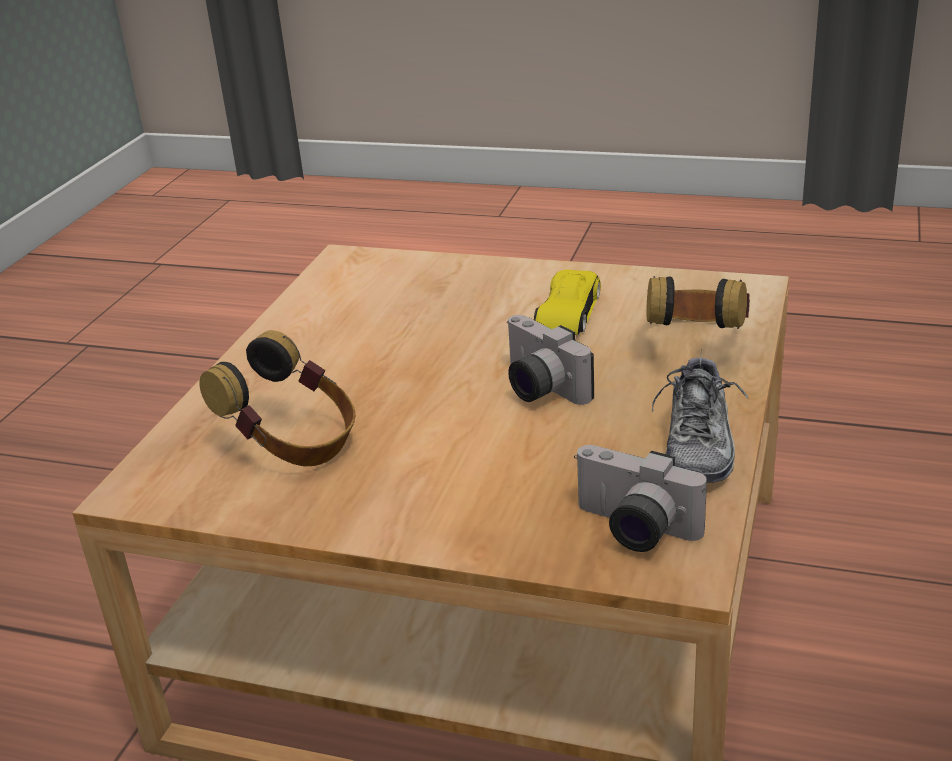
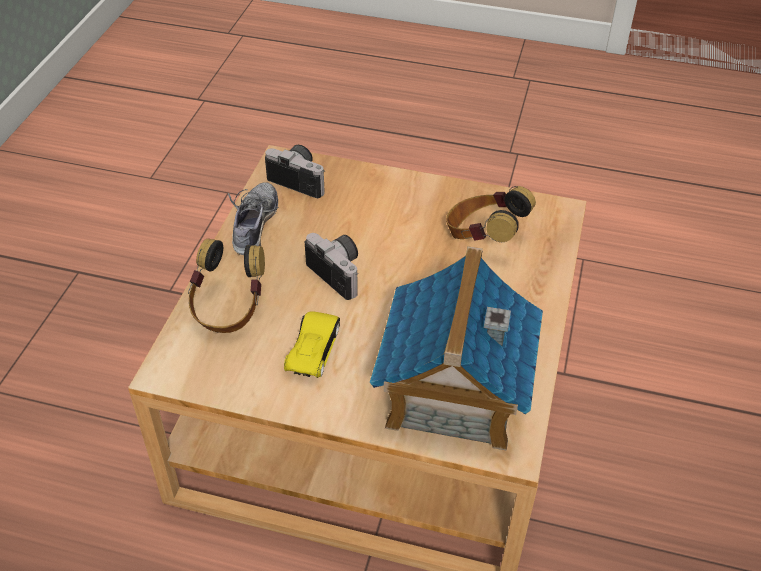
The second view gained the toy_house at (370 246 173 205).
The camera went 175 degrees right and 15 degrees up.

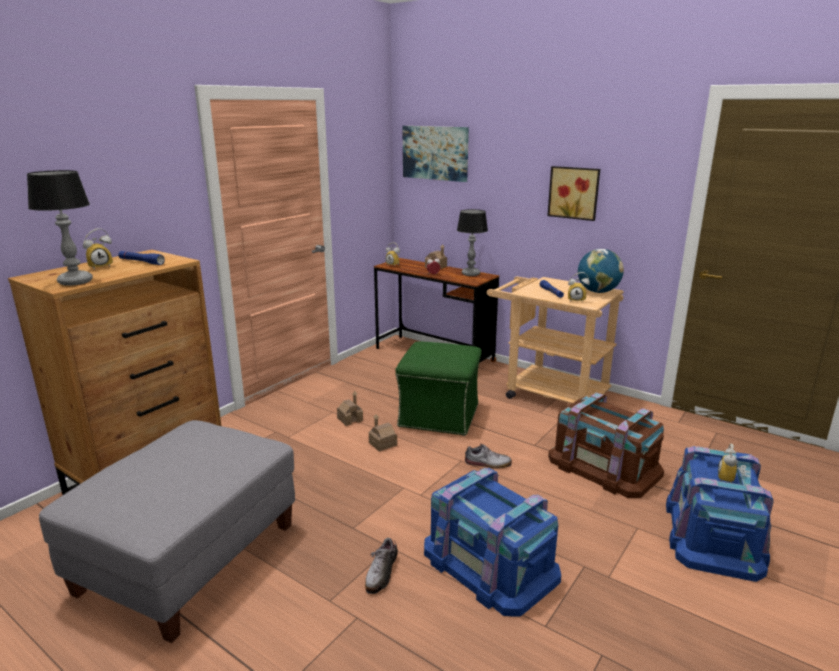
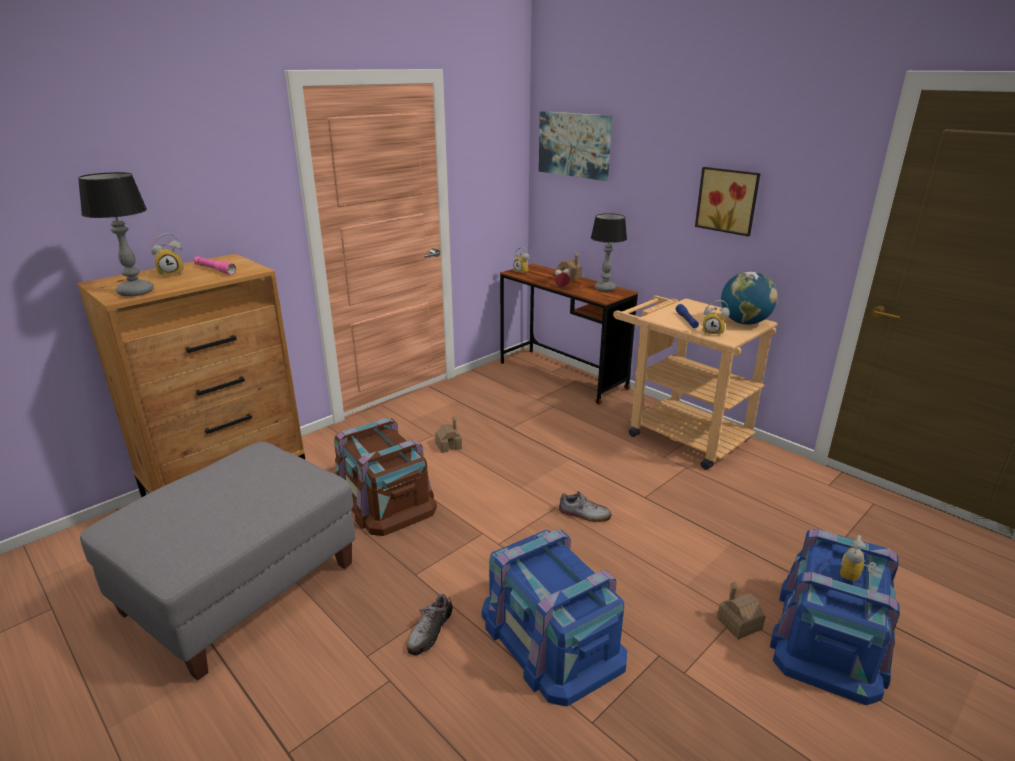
What was the blue-coloured_hand_torch at (118 251 47 14) turned into the pink-coloured_hand_torch at (193 256 43 19).
The second view lost the green_footrest at (395 341 87 95).
The brownish_storage_box ended up elsewhere, having gone from (548 392 116 106) to (334 418 103 118).
The toy_house ended up elsewhere, having gone from (369 414 28 38) to (717 582 49 58).
The camera went 10 degrees right and 5 degrees up.

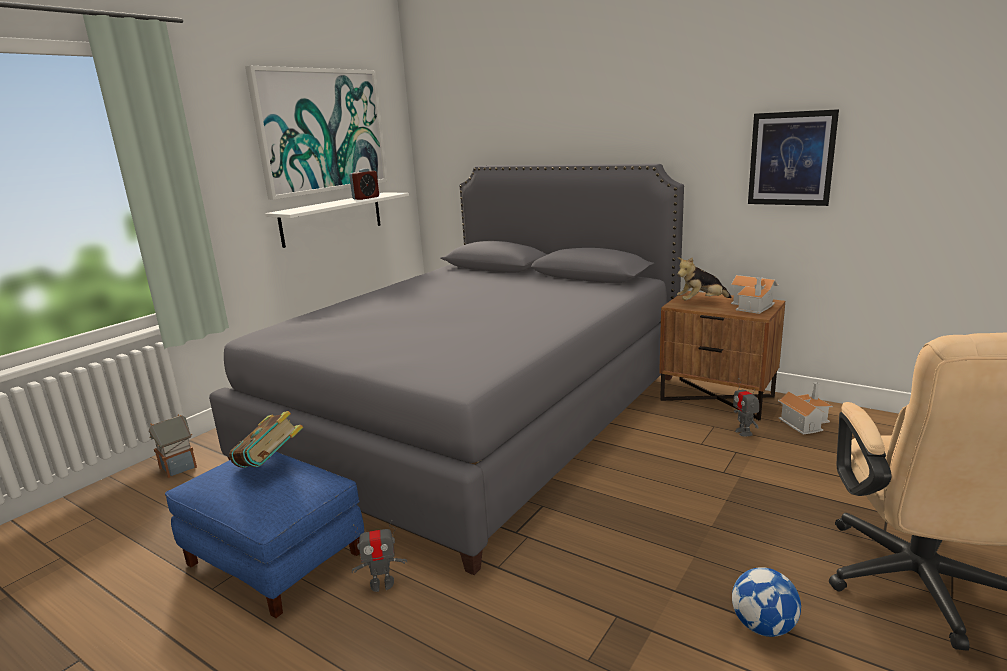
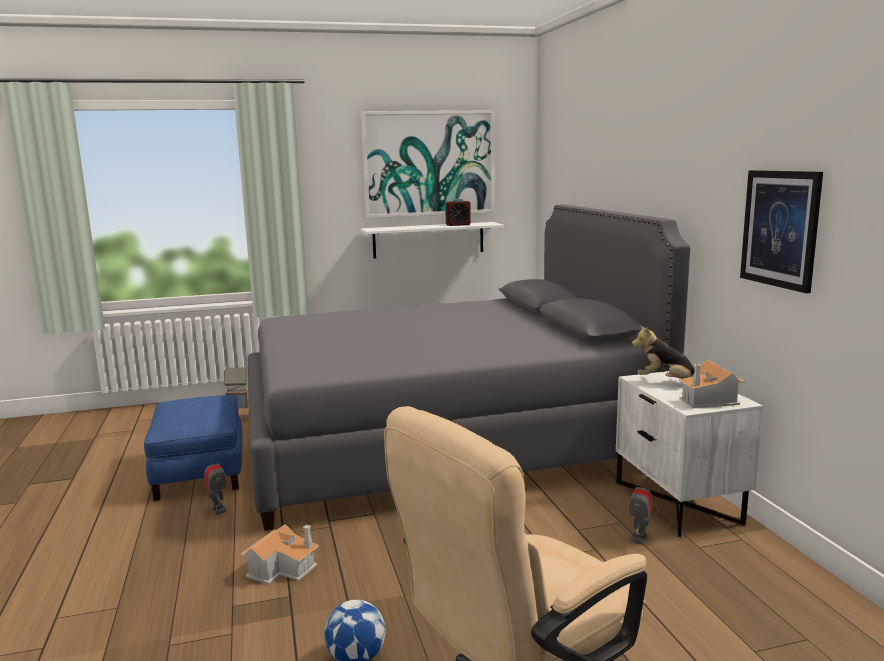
What was the brownish_night_table at (659 291 126 129) turned into the white-coloured_night_table at (616 371 147 166).
The toy_house ended up elsewhere, having gone from (778 382 55 53) to (240 524 79 60).
The second view lost the bound_book at (229 411 74 57).
The robot_figure at (352 520 55 72) ended up facing another way, 150 degrees counterclockwise from before.
The camera went 40 degrees right and 5 degrees down.

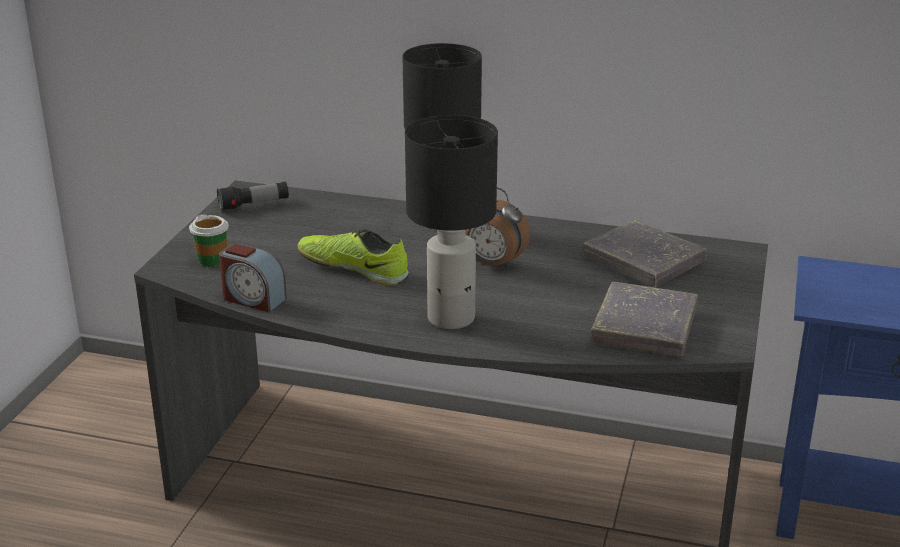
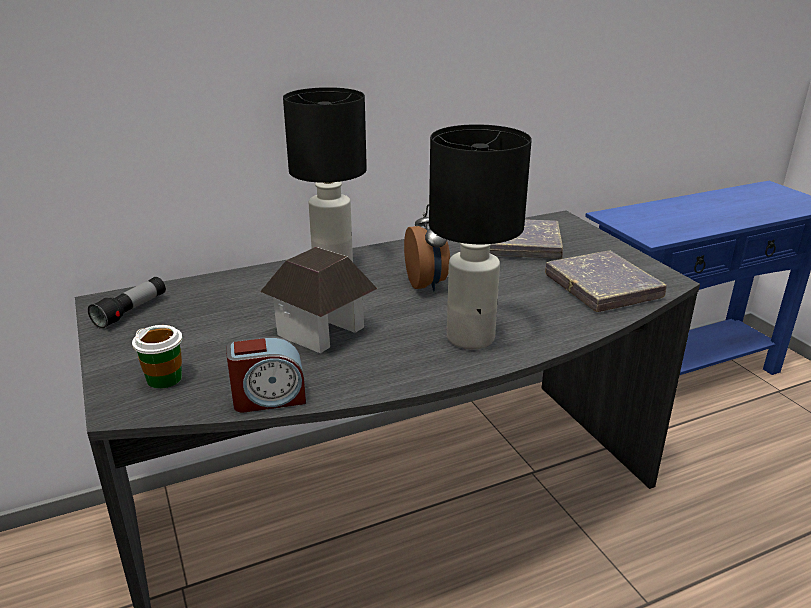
The alarm_clock at (465 187 65 82) ended up facing another way, 90 degrees counterclockwise from before.
Where the shoe stood at (297 229 112 57), the toy_house came to stand at (260 247 117 106).
The camera went 40 degrees left and 0 degrees up.

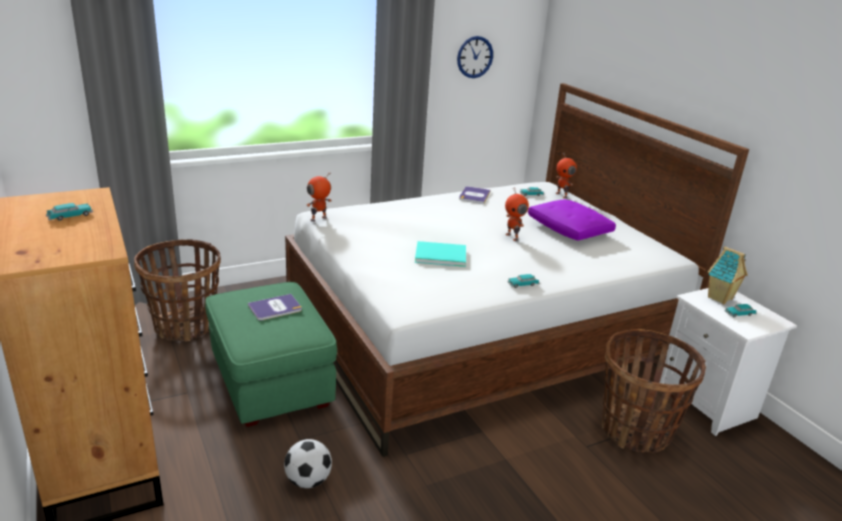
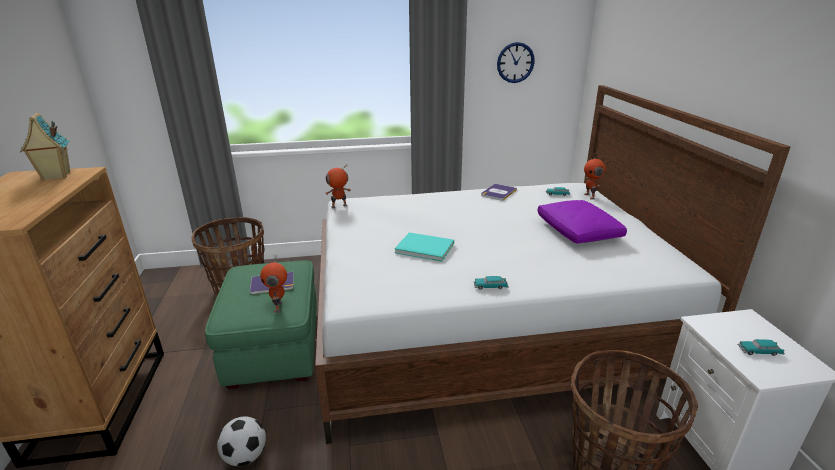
The robot_figure ended up elsewhere, having gone from (505 187 24 54) to (260 254 27 59).
The second view lost the model_car at (46 203 47 18).
The toy_house ended up elsewhere, having gone from (708 246 40 58) to (20 112 50 69).
The camera went 20 degrees right and 0 degrees up.

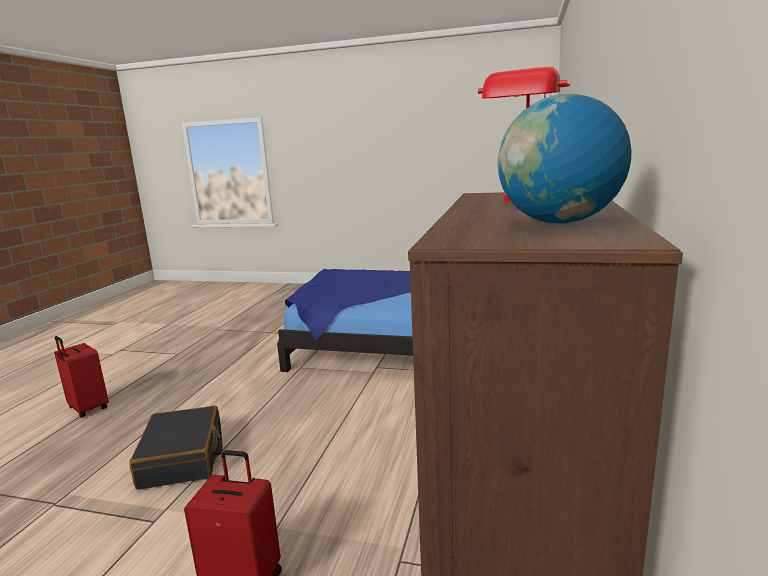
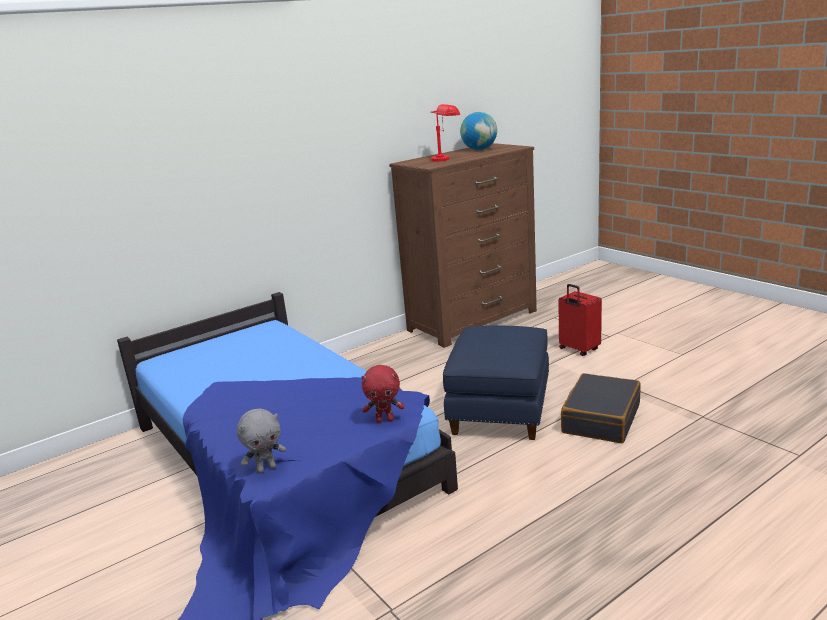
The second view lost the red_travel_case at (54 336 55 82).
The second view gained the blue-coloured_footrest at (443 325 106 115).
The second view gained the red_plush_toy at (362 365 42 58).
The second view gained the greyish_plush_toy at (237 408 49 66).
The camera went 140 degrees left and 5 degrees up.

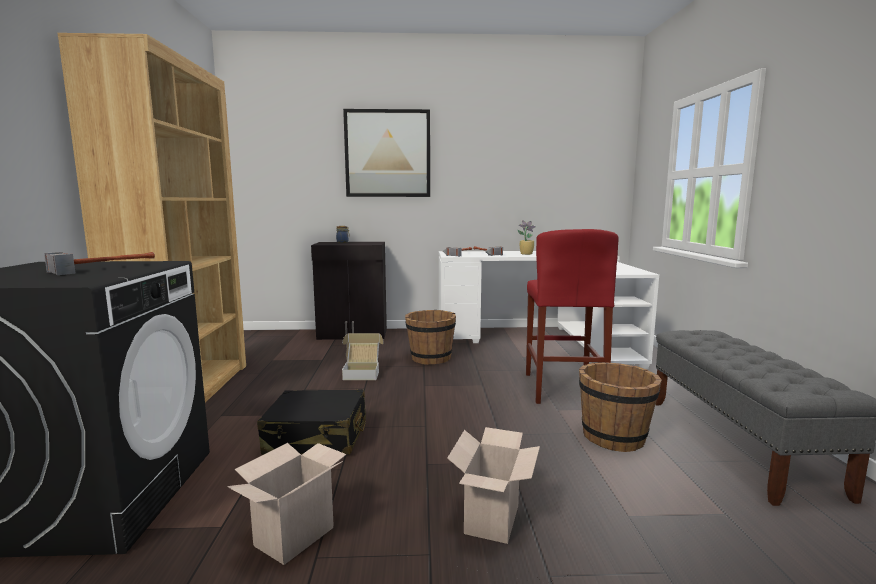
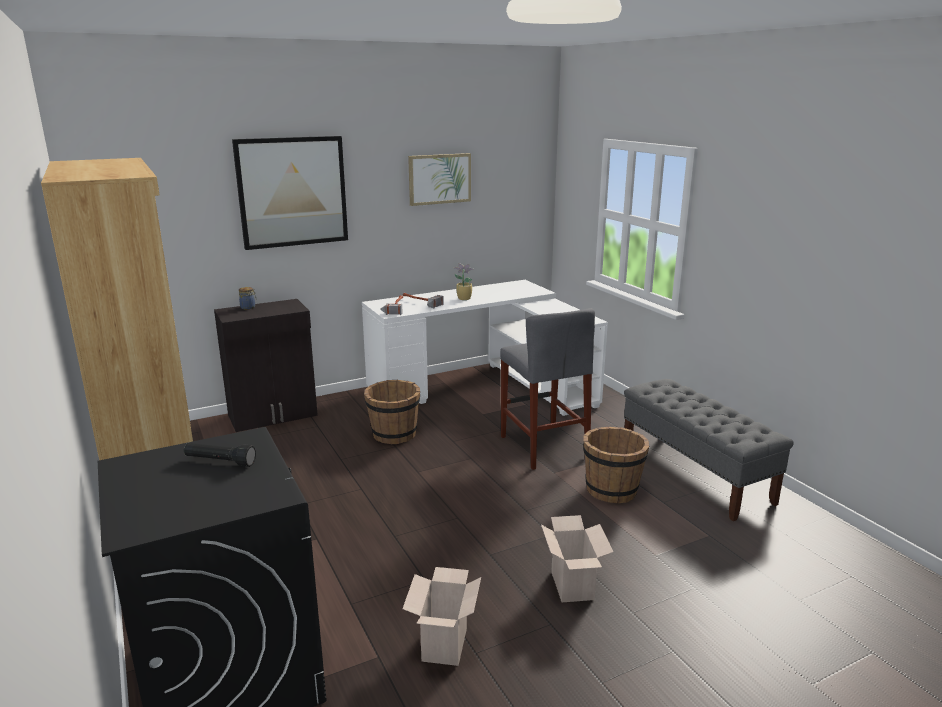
What was the red_stool_seat at (526 229 93 175) turned into the greyish_stool_seat at (500 308 95 162).
Where the hammer stood at (44 252 111 23), the blackish_hand_torch came to stand at (184 443 72 24).
The second view lost the cardboard_box at (342 333 42 47).
The second view lost the blackish_travel_case at (257 389 109 66).
The second view gained the picture at (408 153 63 53).
The camera went 25 degrees left and 10 degrees up.

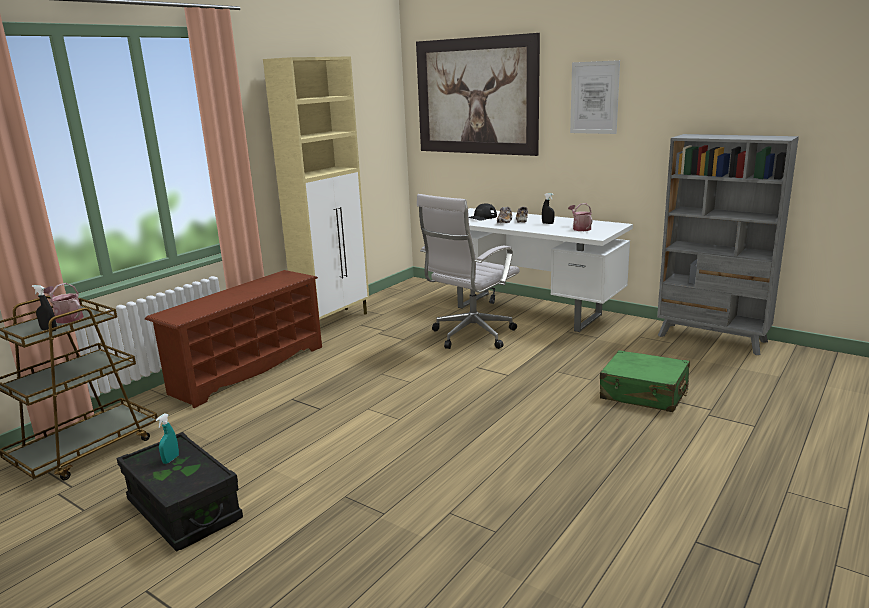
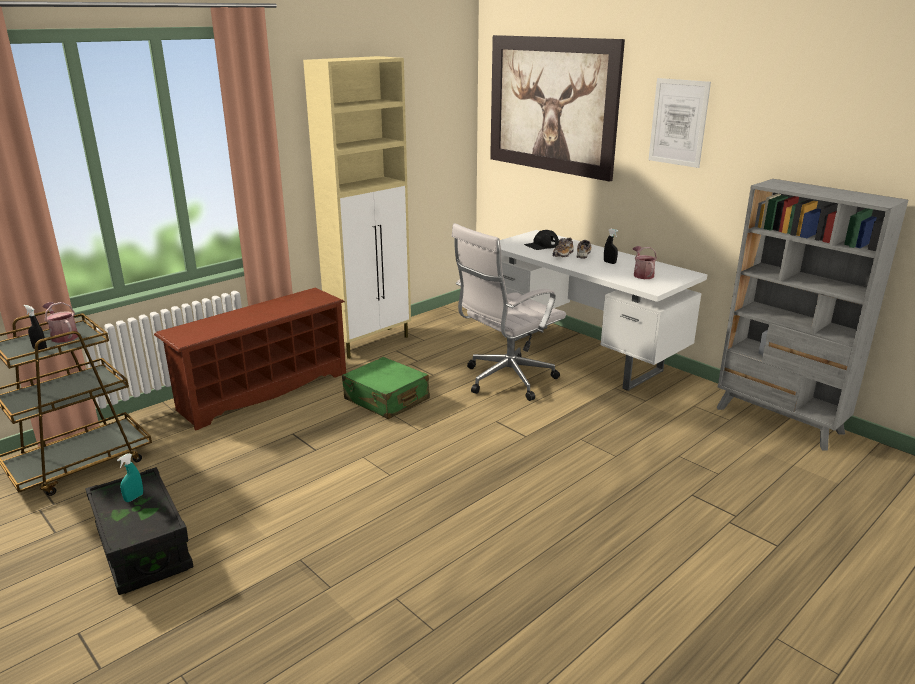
The green_travel_case ended up elsewhere, having gone from (600 350 90 62) to (342 357 88 62).
The camera went 10 degrees right and 5 degrees up.

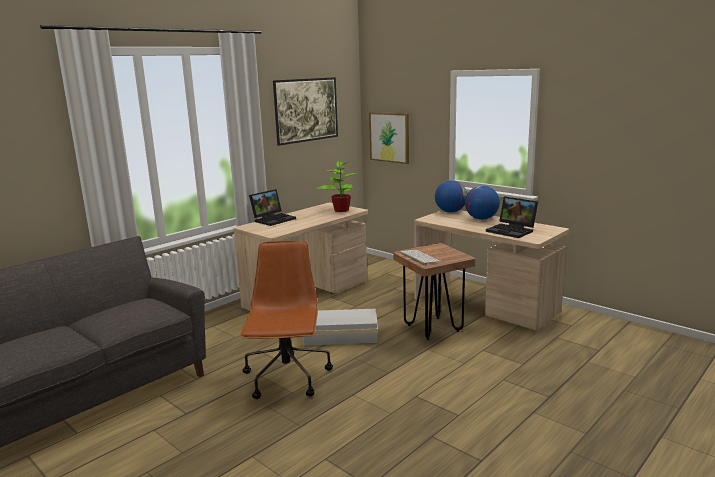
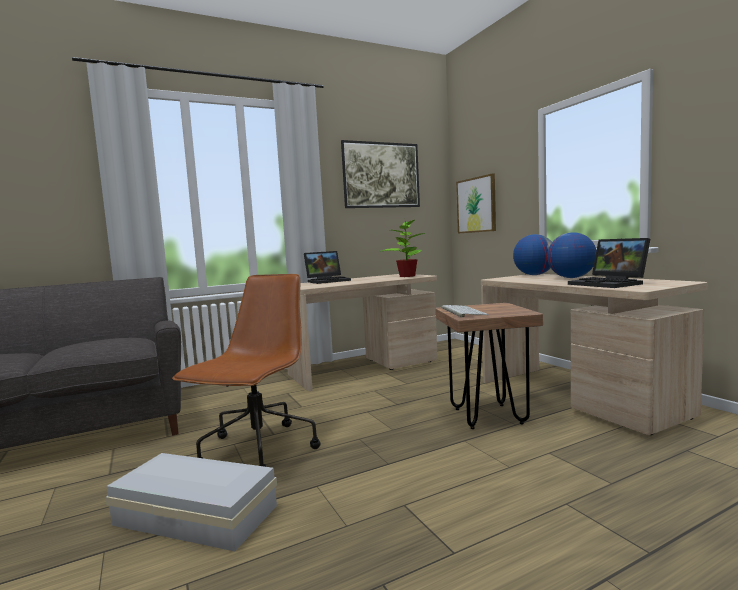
The white-coloured_storage_box ended up elsewhere, having gone from (303 309 75 37) to (106 453 171 98).
The camera went 20 degrees right and 10 degrees down.

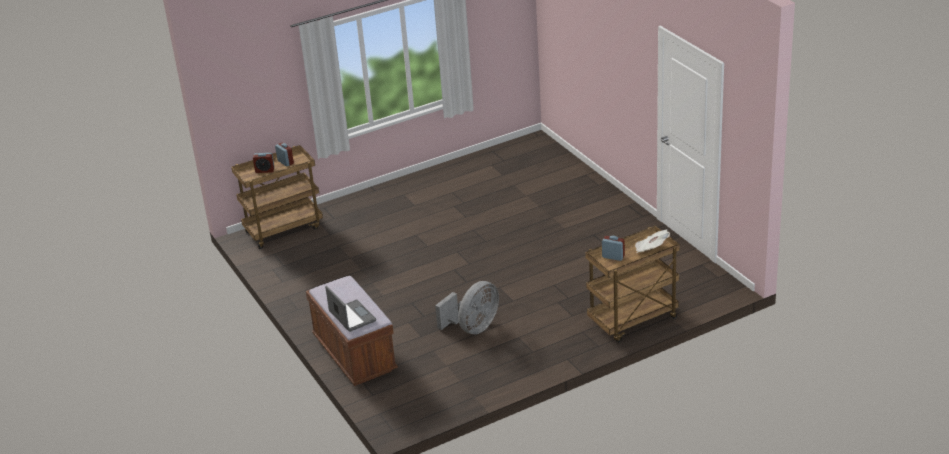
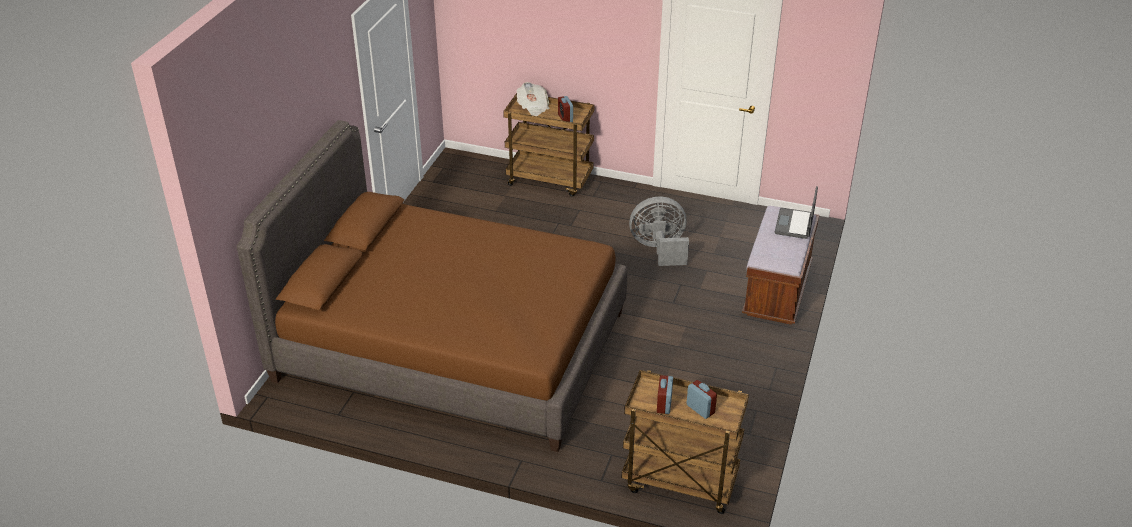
The second view gained the brownish_bed at (237 120 390 332).
The camera went 135 degrees left and 5 degrees up.

